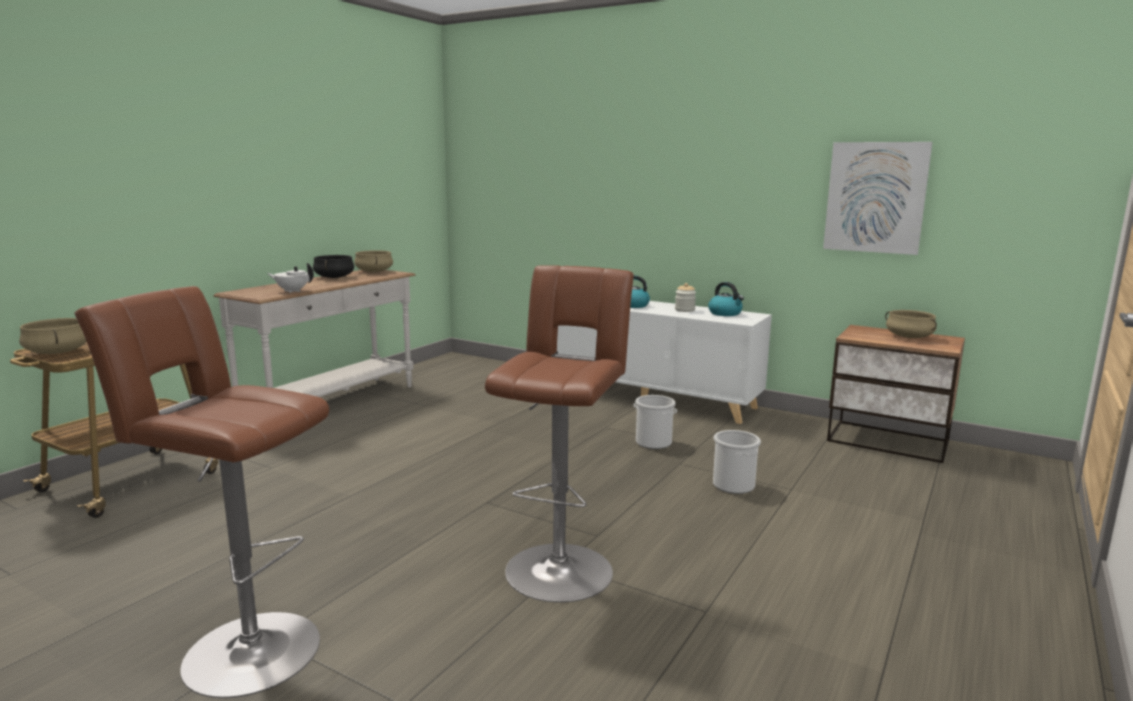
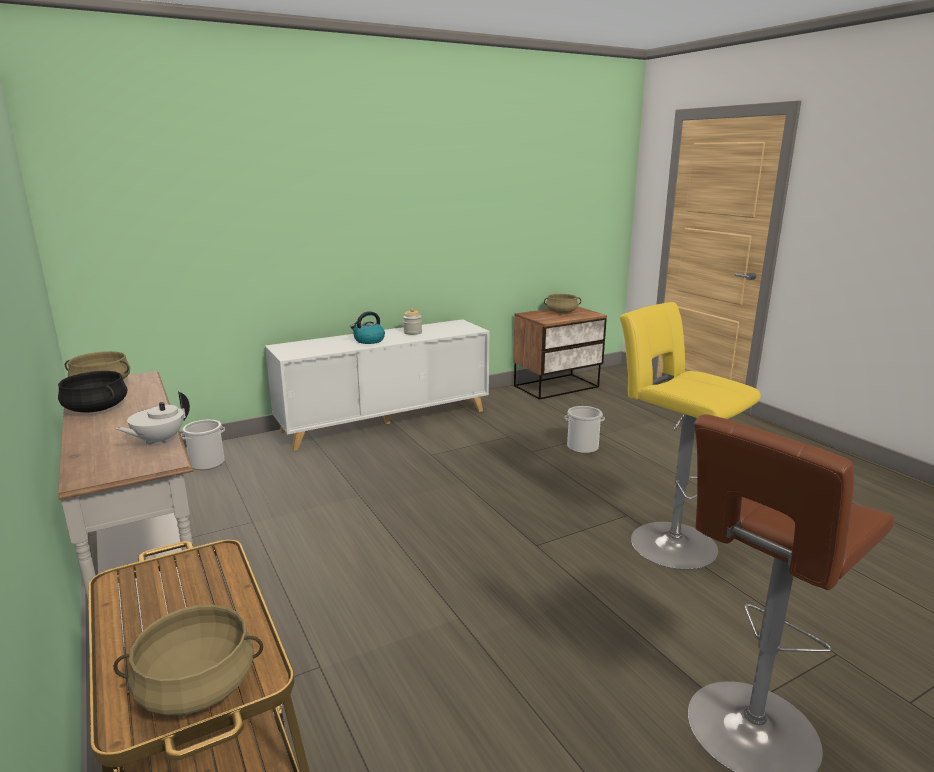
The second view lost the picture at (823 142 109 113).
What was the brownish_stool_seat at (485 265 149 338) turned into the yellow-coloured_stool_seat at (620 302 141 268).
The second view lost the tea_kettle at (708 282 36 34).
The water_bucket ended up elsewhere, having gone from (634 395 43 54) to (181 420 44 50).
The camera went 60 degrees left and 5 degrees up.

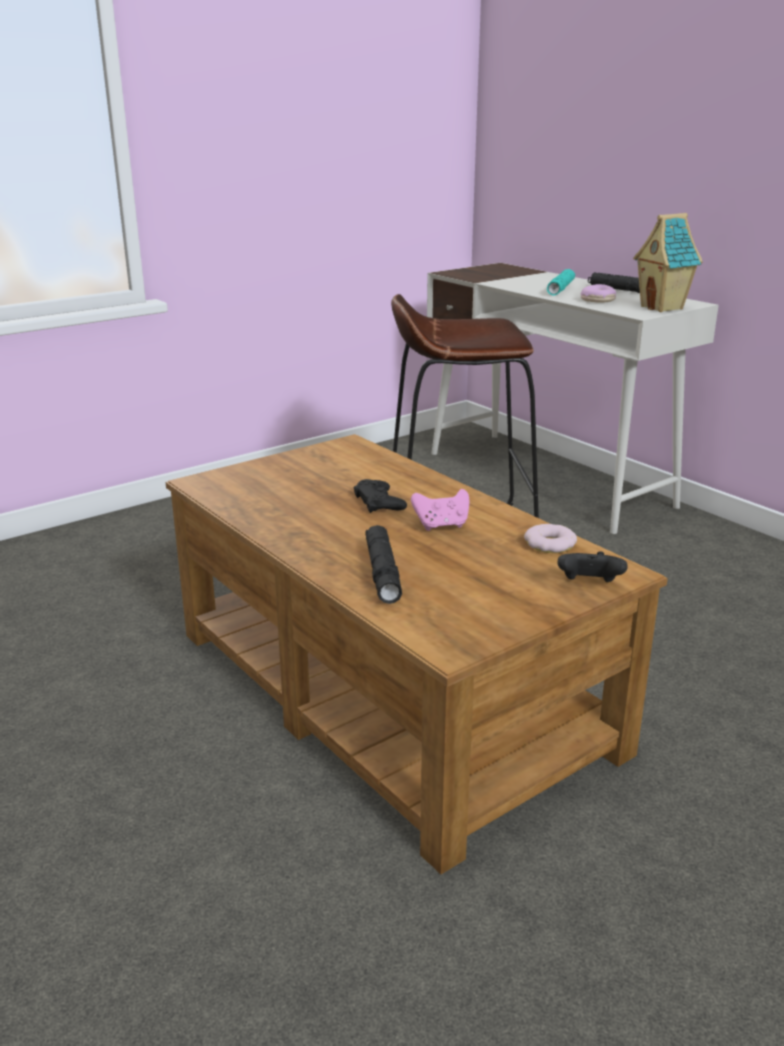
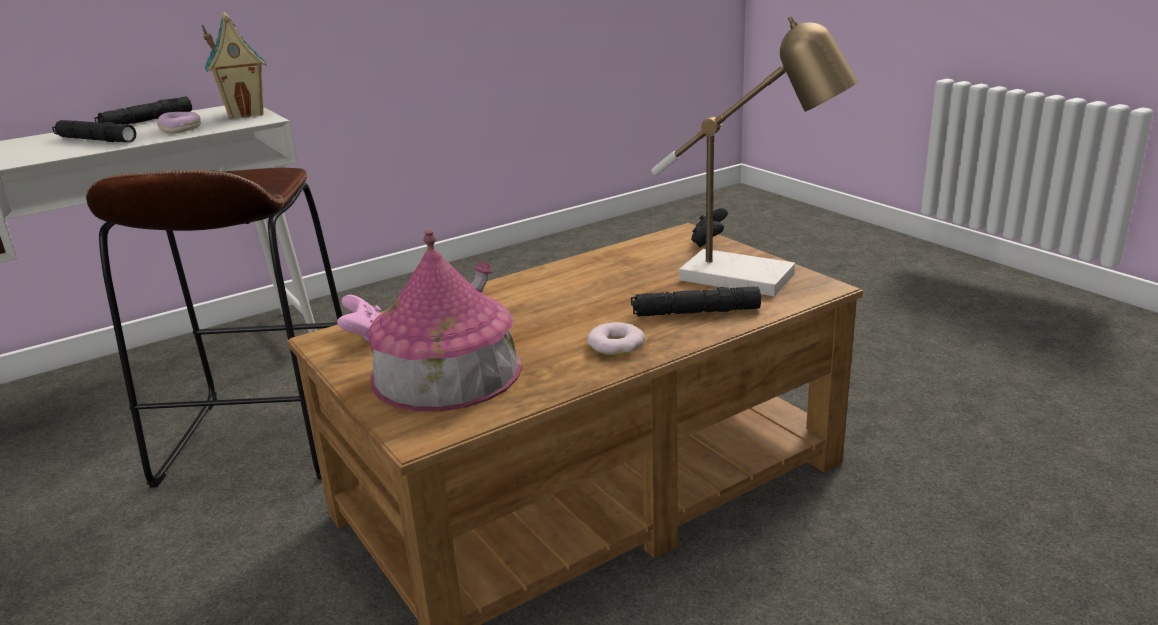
What was the turquoise_hand_torch at (547 269 28 27) turned into the blackish_hand_torch at (52 120 84 22).
The second view lost the blackish_game_controller at (354 479 53 34).
The pink-coloured_game_controller ended up elsewhere, having gone from (411 489 58 42) to (337 295 44 47).
The donut ended up elsewhere, having gone from (524 524 53 29) to (587 322 58 33).
The second view gained the tabletop_lamp at (651 16 208 280).
The second view gained the toy_house at (367 230 155 182).
The camera went 85 degrees left and 0 degrees up.

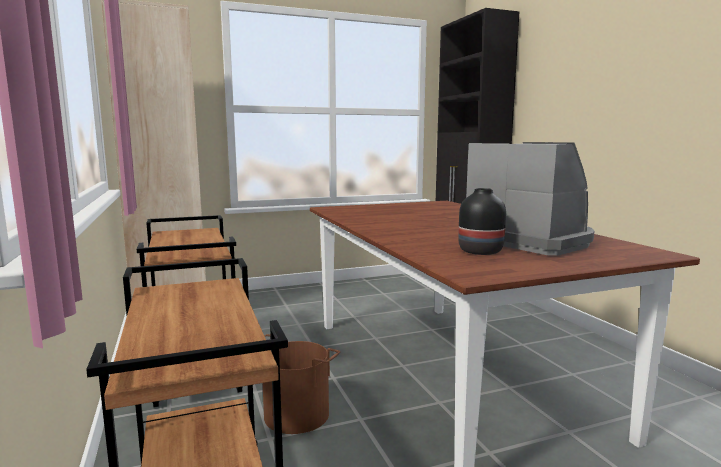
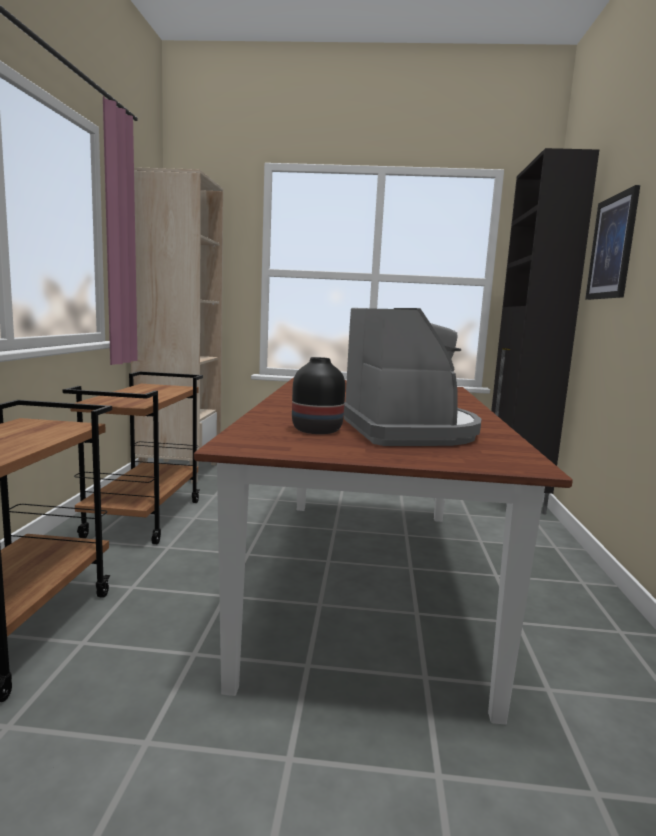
The second view lost the brownish_water_bucket at (263 334 77 100).
The second view gained the picture at (585 185 55 115).
The camera went 25 degrees right and 0 degrees up.

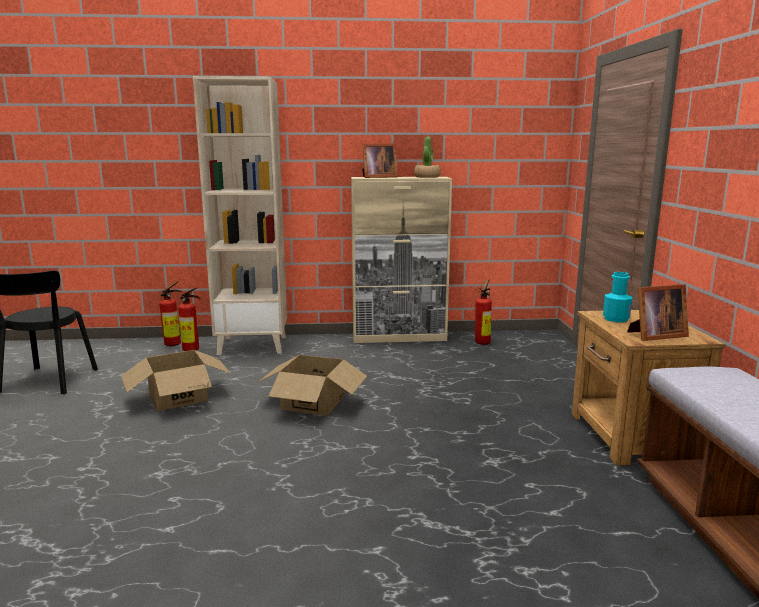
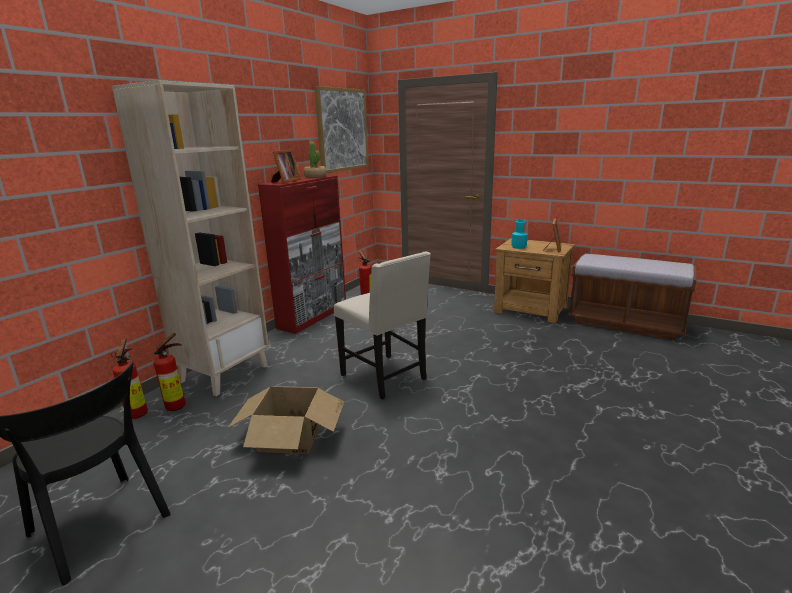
What was the beige_cupboard at (351 177 101 166) turned into the red_cupboard at (258 175 88 159).
Where the cardboard_box stood at (257 355 110 61), the beige_chair came to stand at (334 252 97 147).
The second view gained the picture at (315 86 54 87).
The camera went 55 degrees left and 5 degrees up.

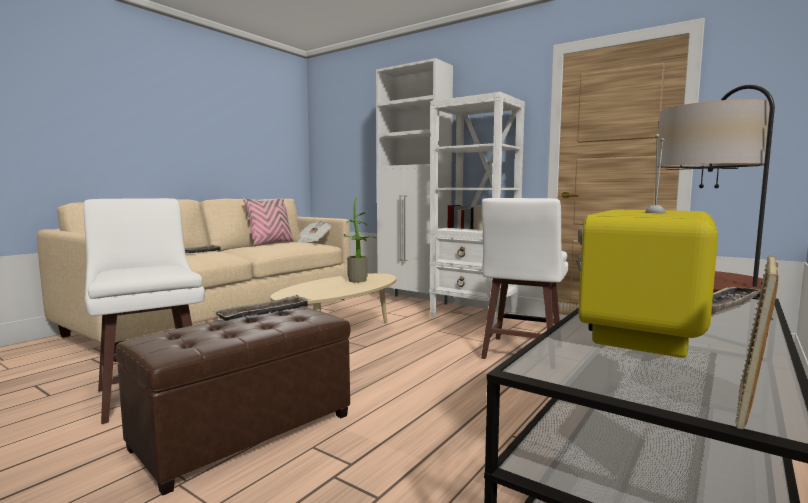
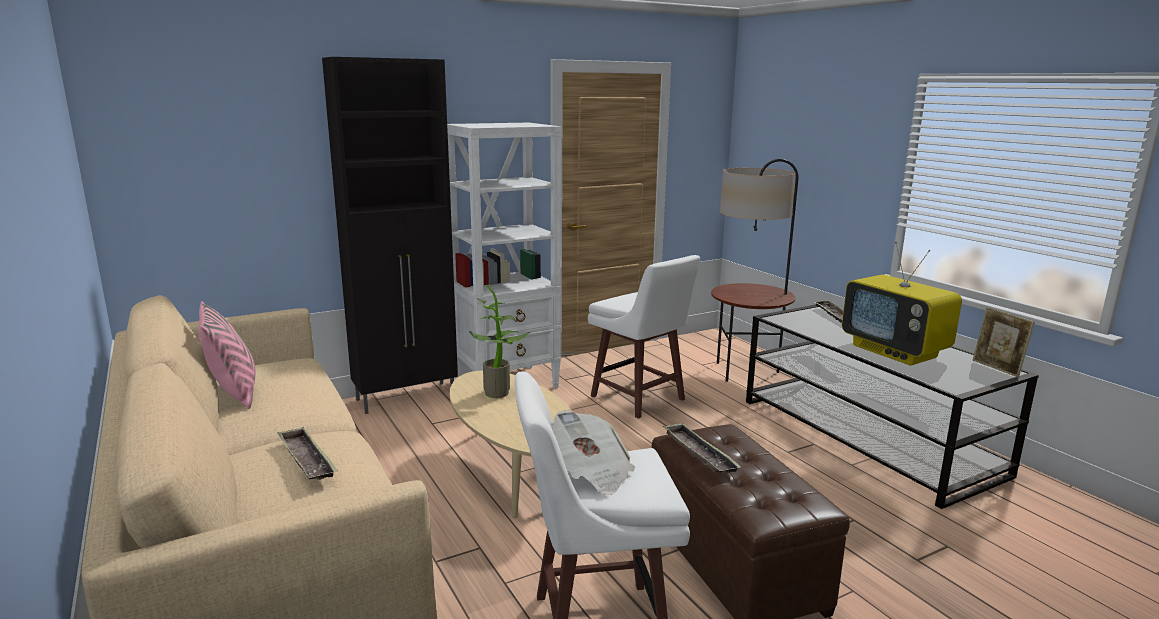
What was the white-coloured_cupboard at (376 58 77 247) turned into the blackish_cupboard at (322 57 136 357).
The printed_paper ended up elsewhere, having gone from (298 221 33 22) to (551 410 84 85).
The camera went 65 degrees left and 10 degrees up.

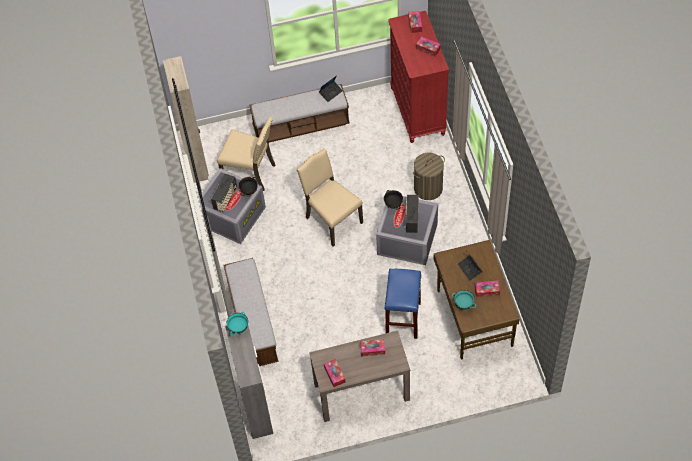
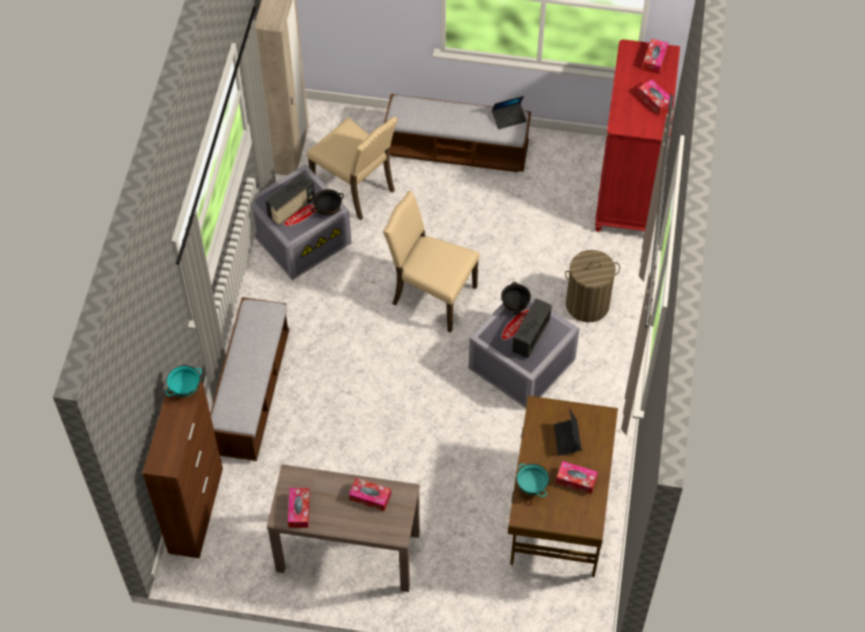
The beige_chair at (297 149 66 98) ended up facing another way, 45 degrees counterclockwise from before.
The second view lost the blue-coloured_stool_seat at (385 269 36 70).
What was the greyish_cupboard at (225 325 48 114) turned into the brownish_cupboard at (143 382 80 176).
The camera went 20 degrees right and 0 degrees up.

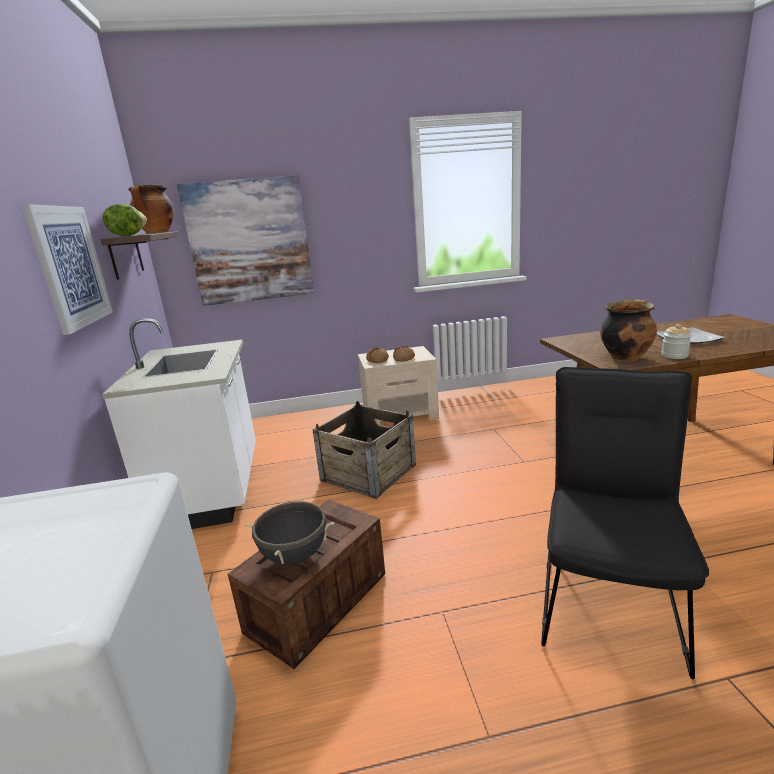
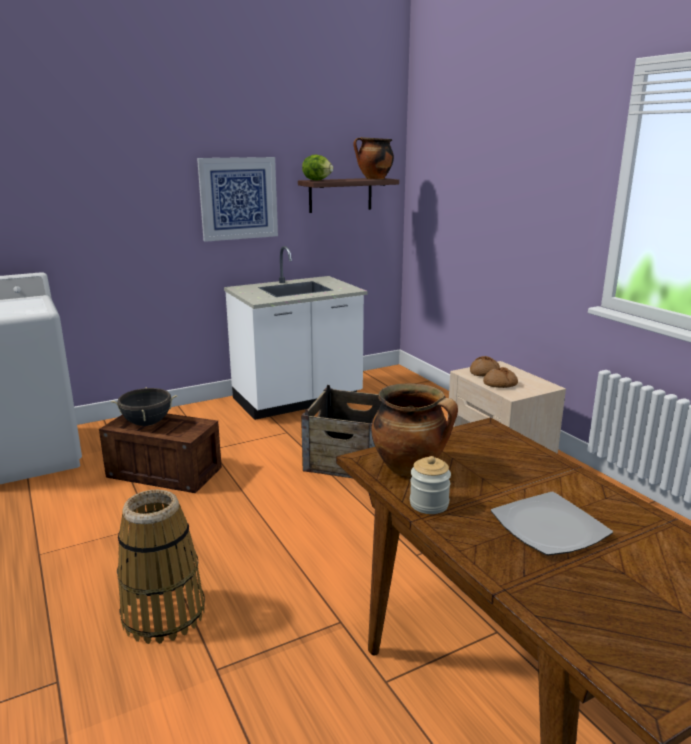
The second view lost the picture at (177 175 137 131).
Where the blackish_chair stood at (541 367 168 312), the household_basket came to stand at (117 489 88 155).
The camera went 70 degrees right and 0 degrees up.

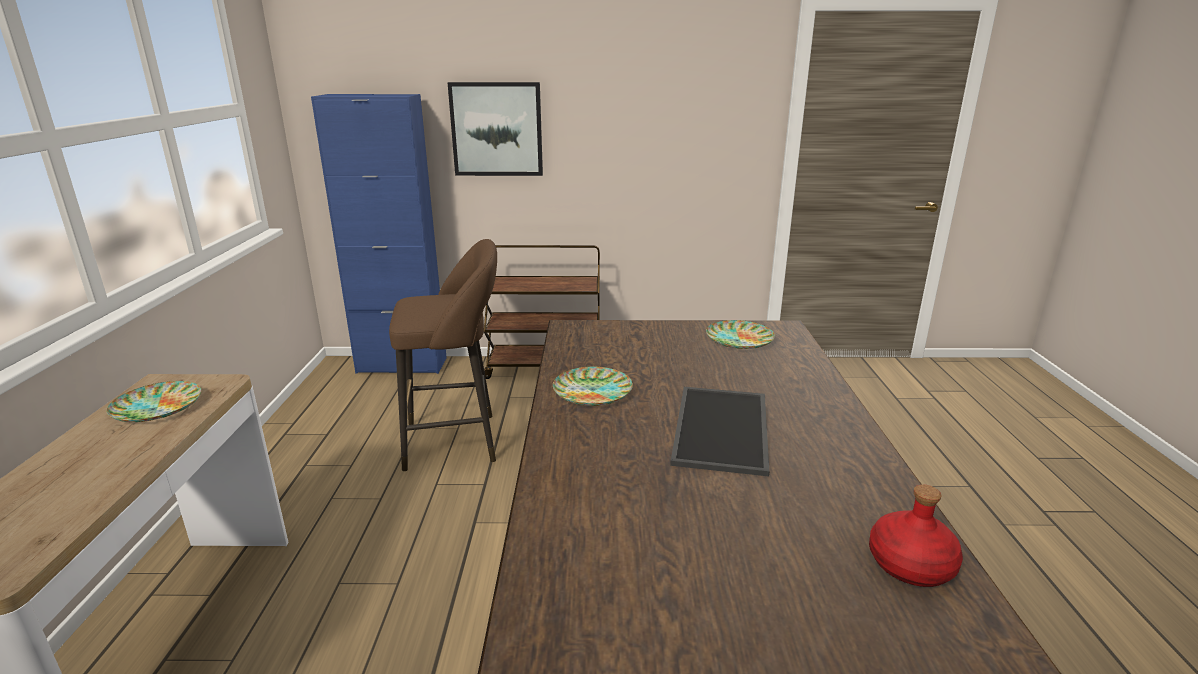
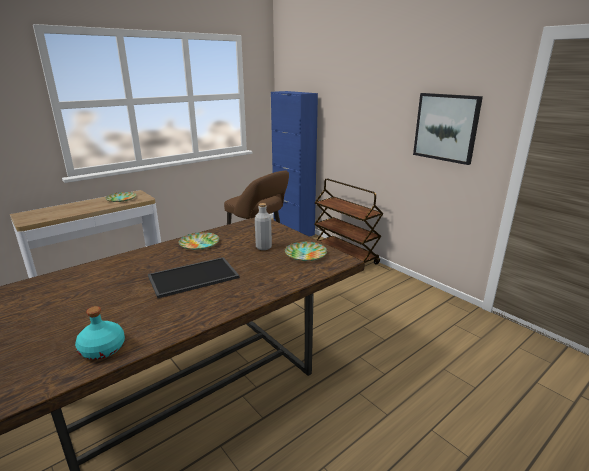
The picture ended up elsewhere, having gone from (447 82 96 94) to (413 93 70 72).
What was the red_beverage_bottle at (869 485 94 102) turned into the turquoise_beverage_bottle at (75 306 50 54).
The second view gained the greyish_beverage_bottle at (255 203 17 47).
The camera went 50 degrees right and 0 degrees up.

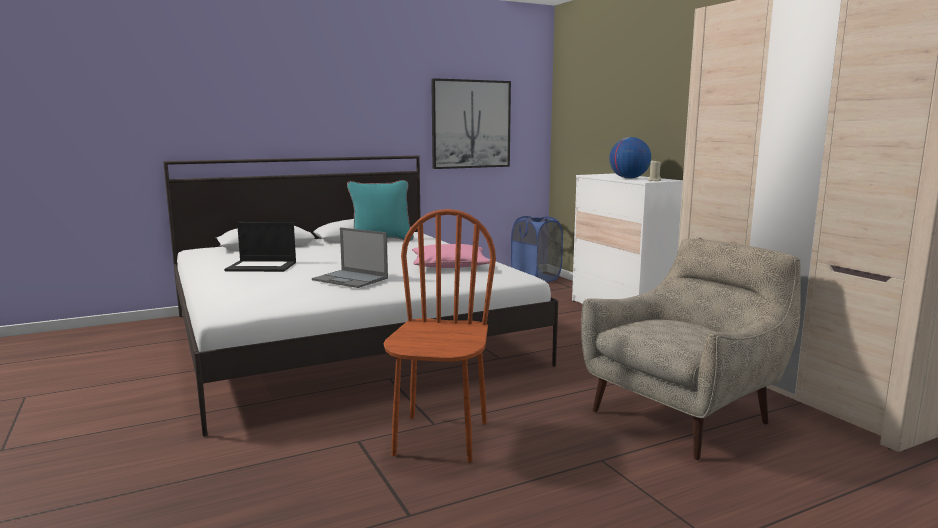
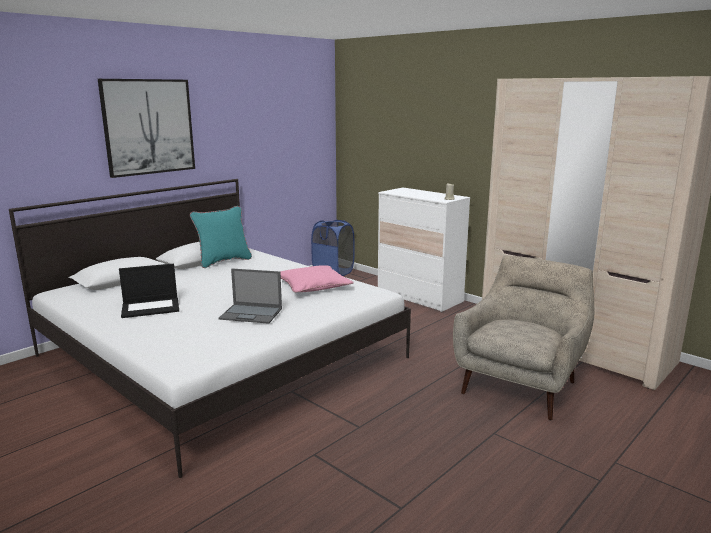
The picture ended up elsewhere, having gone from (431 78 80 91) to (98 79 97 99).
The second view lost the world_globe at (609 137 42 42).
The second view lost the brownish_chair at (384 209 112 254).
The camera went 20 degrees left and 5 degrees up.

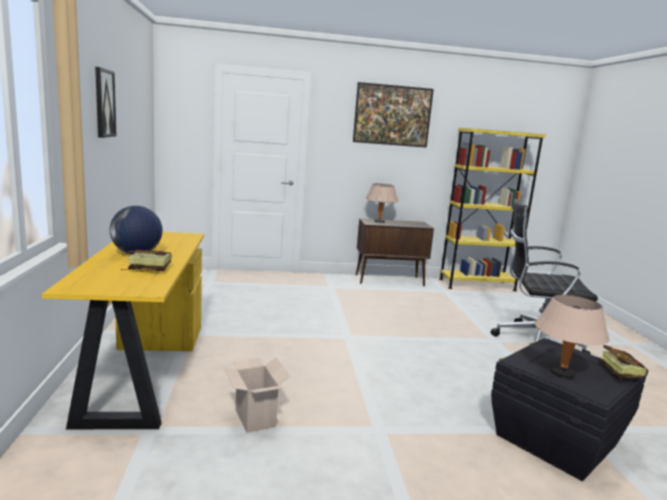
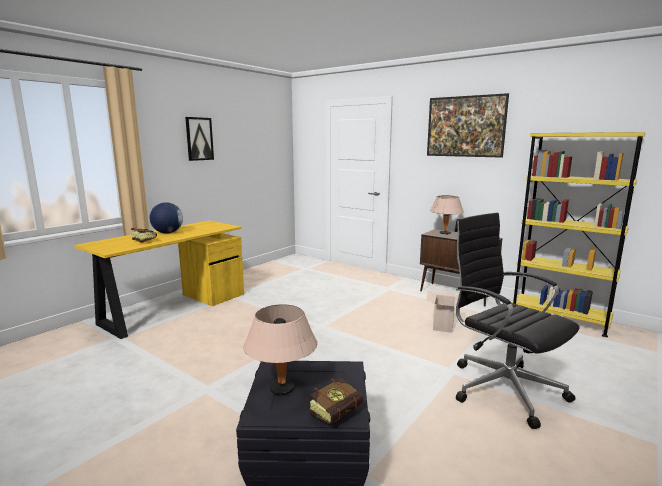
The cardboard_box ended up elsewhere, having gone from (223 357 67 76) to (426 290 33 43).
The camera went 45 degrees right and 0 degrees up.

